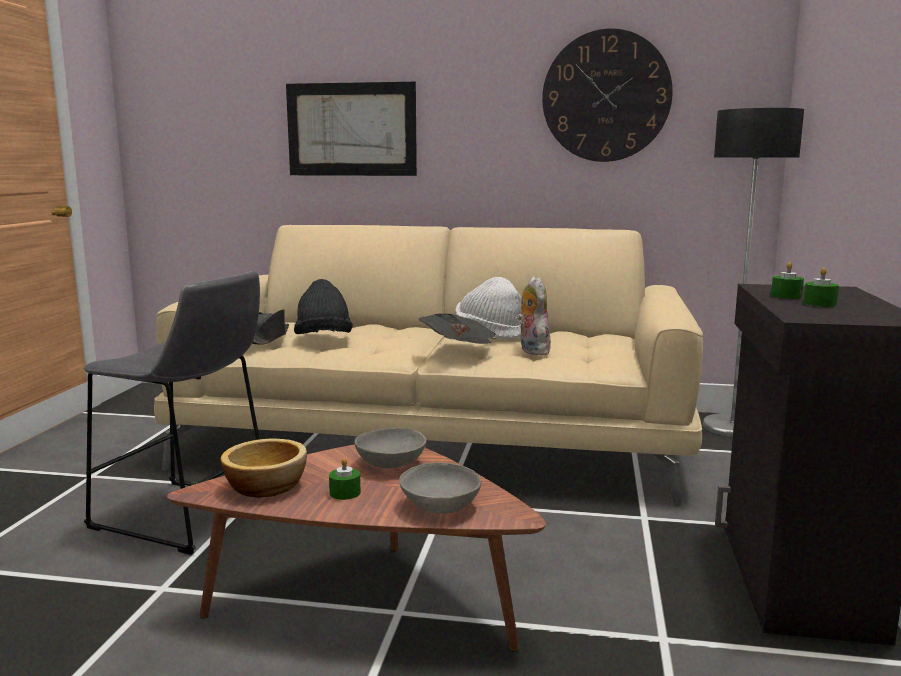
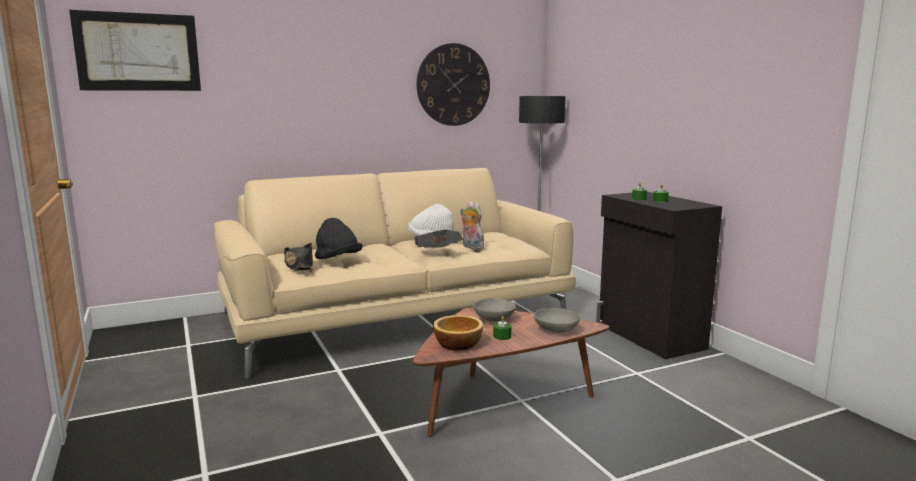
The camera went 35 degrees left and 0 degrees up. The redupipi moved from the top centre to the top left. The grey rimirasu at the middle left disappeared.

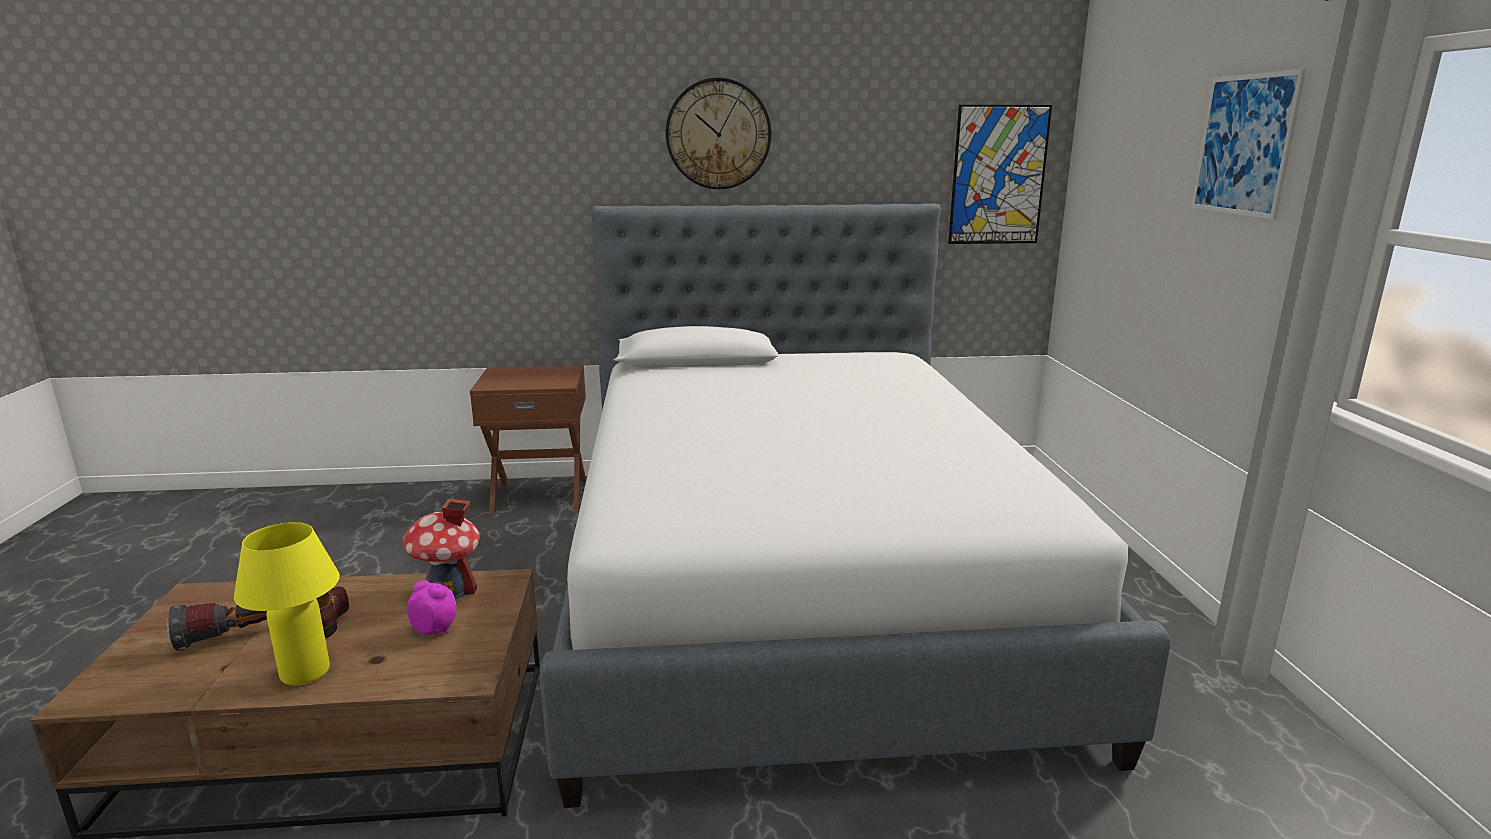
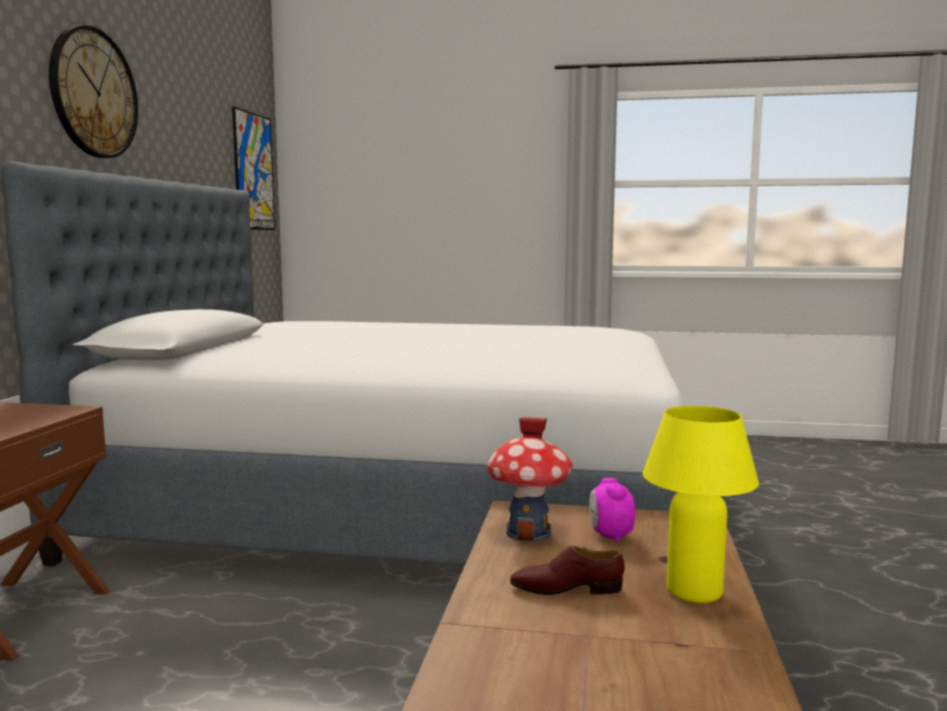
The camera went 75 degrees left and 10 degrees down. The redupipi (no. 2 from left) at the top right disappeared. The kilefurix at the bottom left turned 45 degrees counterclockwise. The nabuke at the bottom left disappeared.

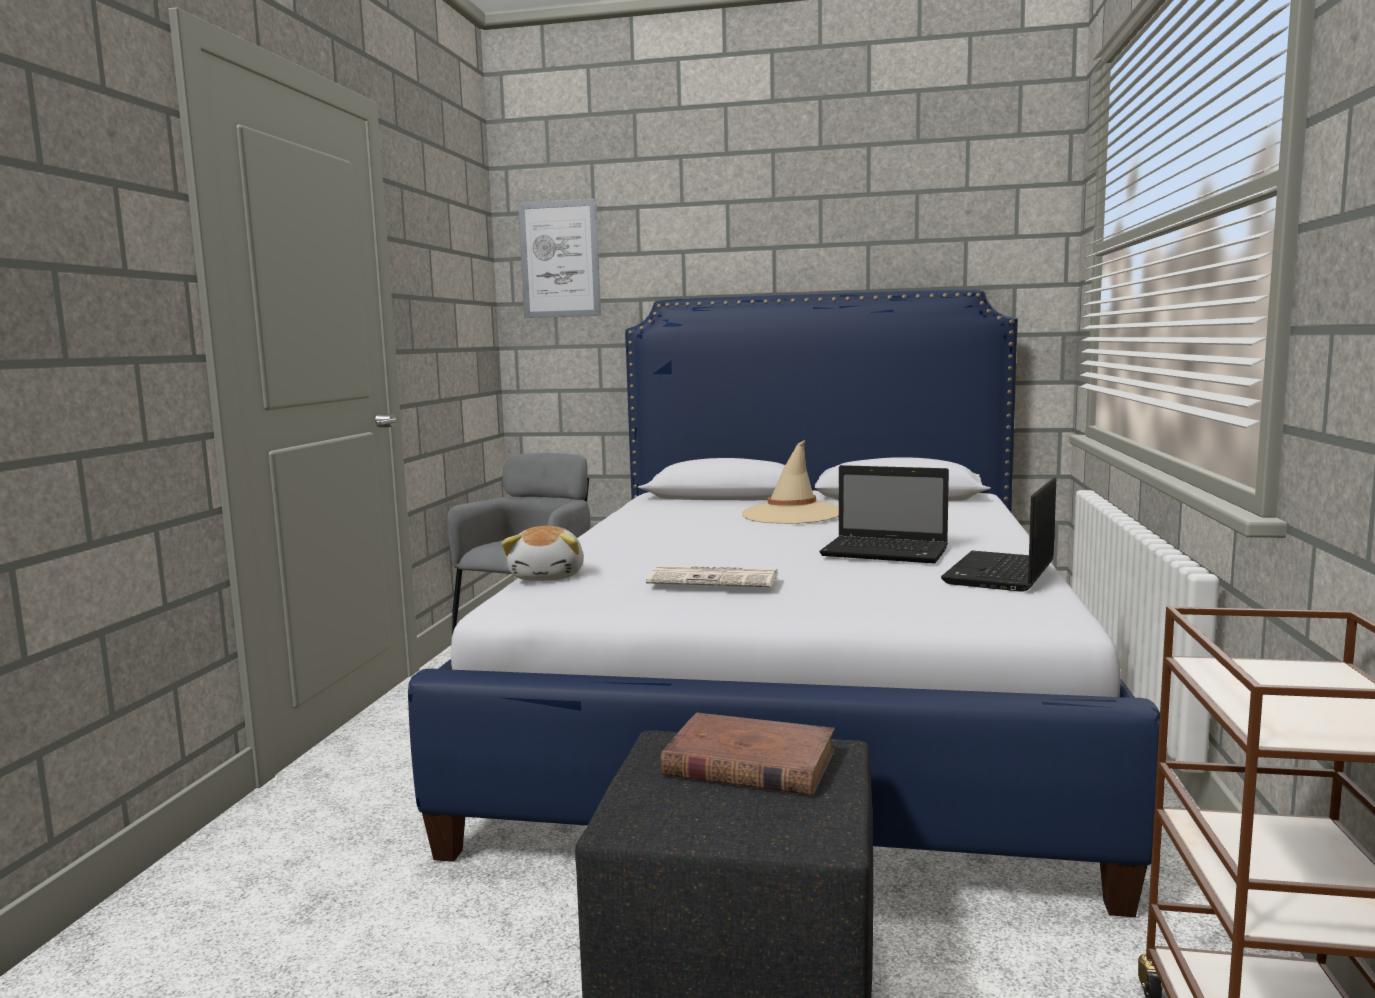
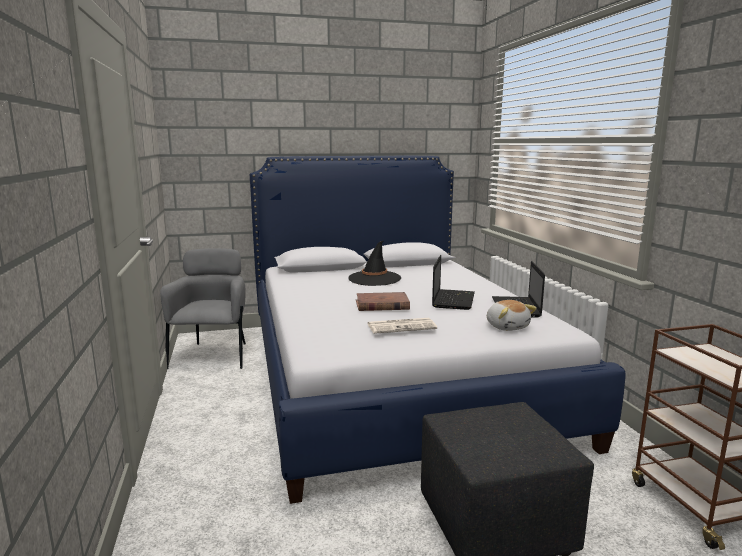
The camera went 25 degrees left and 5 degrees up. The redupipi at the top centre disappeared. The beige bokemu at the centre became the black bokemu at the centre. The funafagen (no. 1 from left) at the centre turned 75 degrees counterclockwise. The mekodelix moved from the centre to the middle right. The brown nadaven moved from the bottom centre to the centre.

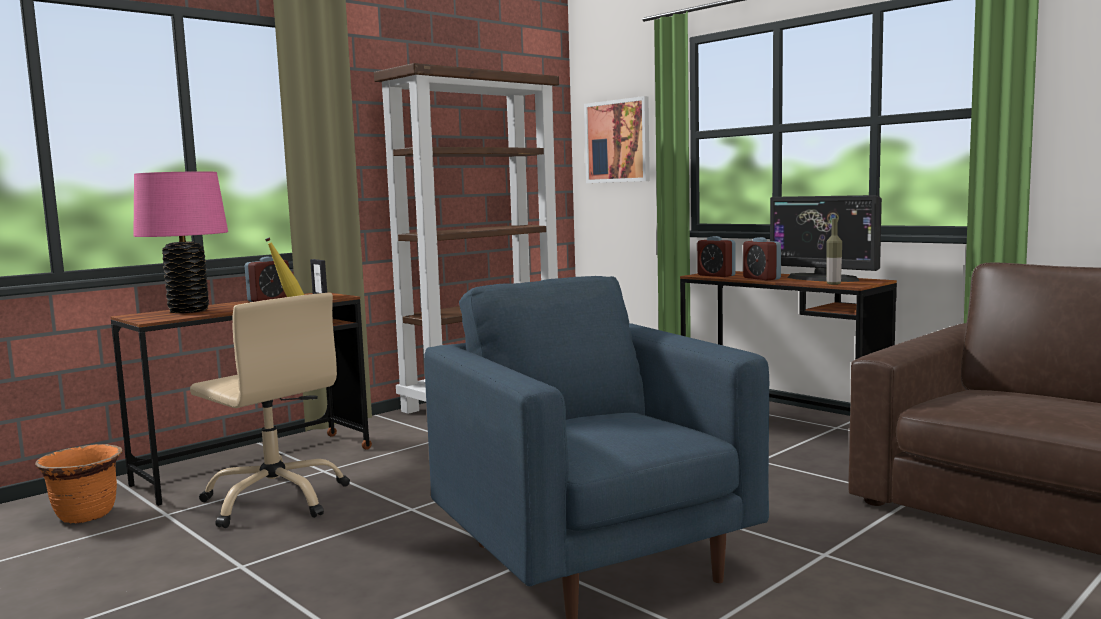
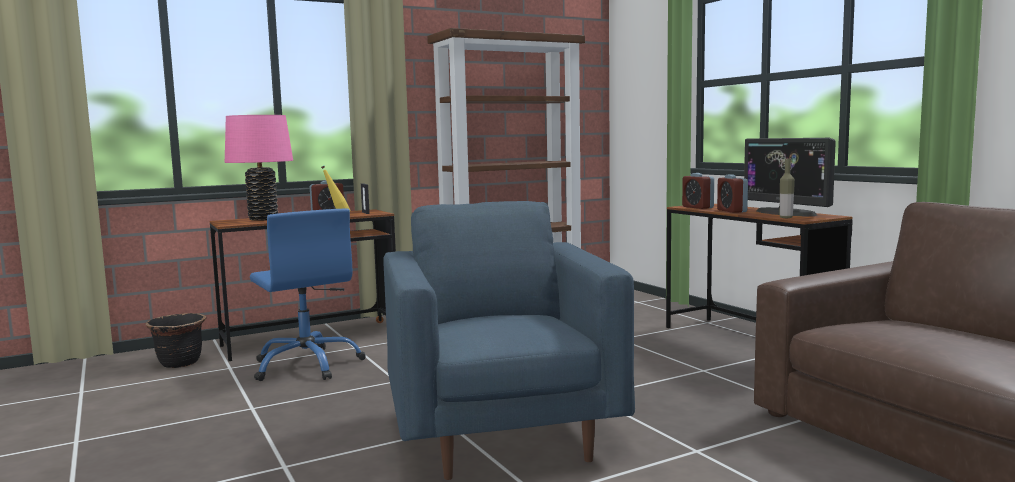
The camera went 15 degrees right and 0 degrees up. The redupipi at the top centre disappeared. The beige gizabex at the middle left became the blue gizabex at the middle left. The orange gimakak at the bottom left became the black gimakak at the bottom left.

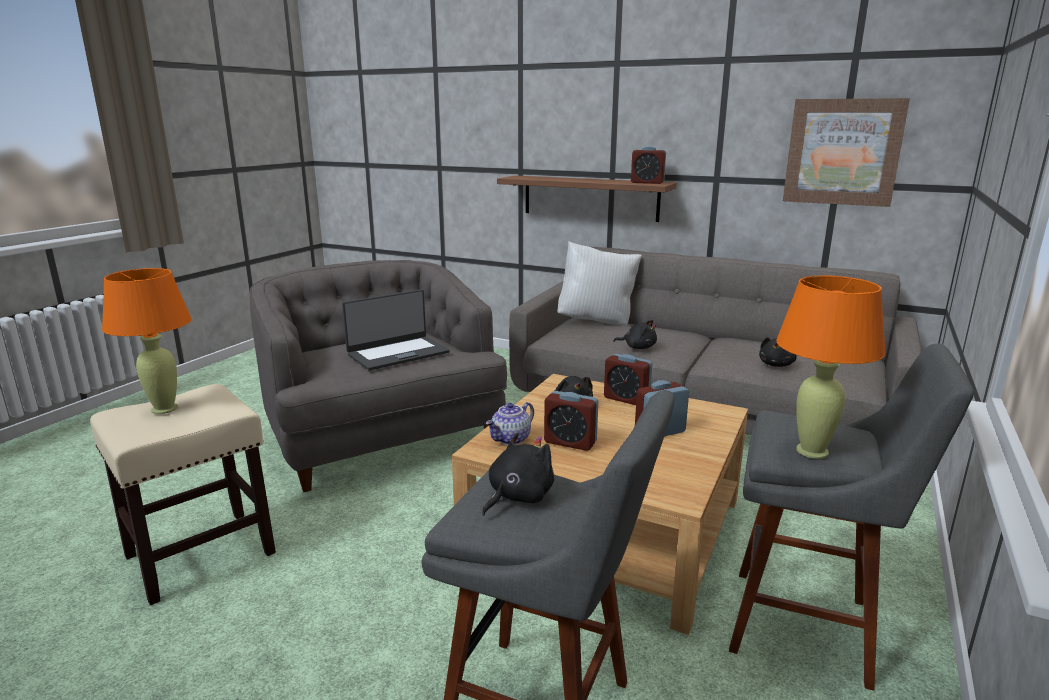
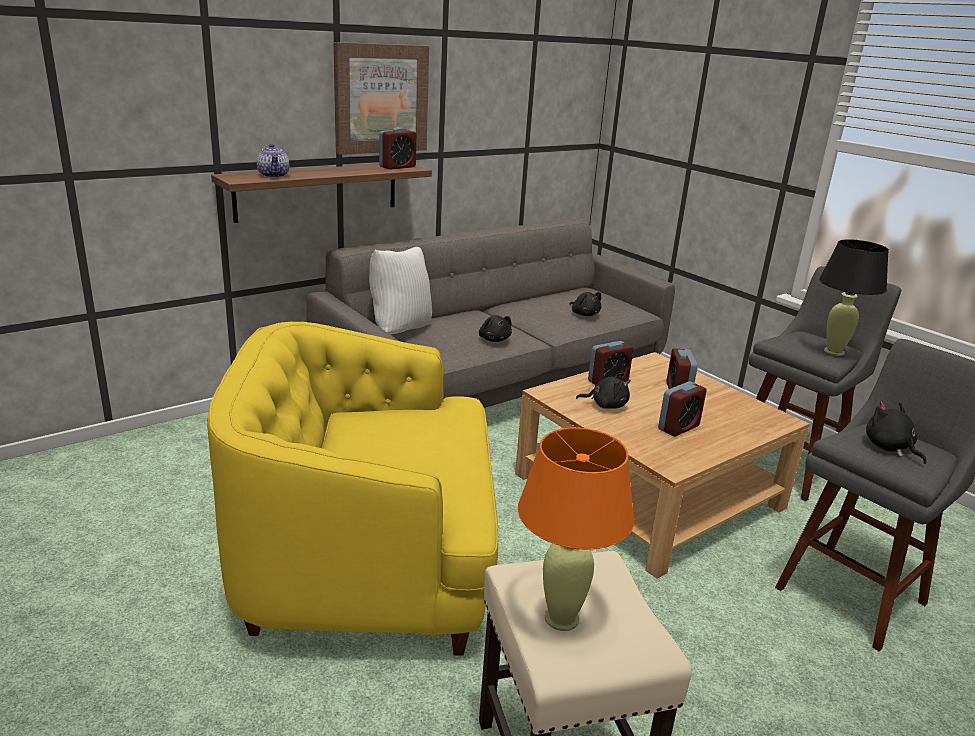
The camera went 65 degrees left and 5 degrees up. The redupipi moved from the top right to the top centre. The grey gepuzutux at the centre became the yellow gepuzutux at the centre. The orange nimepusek (no. 2 from left) at the middle right became the black nimepusek at the middle right. The funafagen at the centre disappeared. The black mekodelix (no. 3 from left in the first image) at the centre turned 105 degrees clockwise. The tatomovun moved from the centre to the top left.

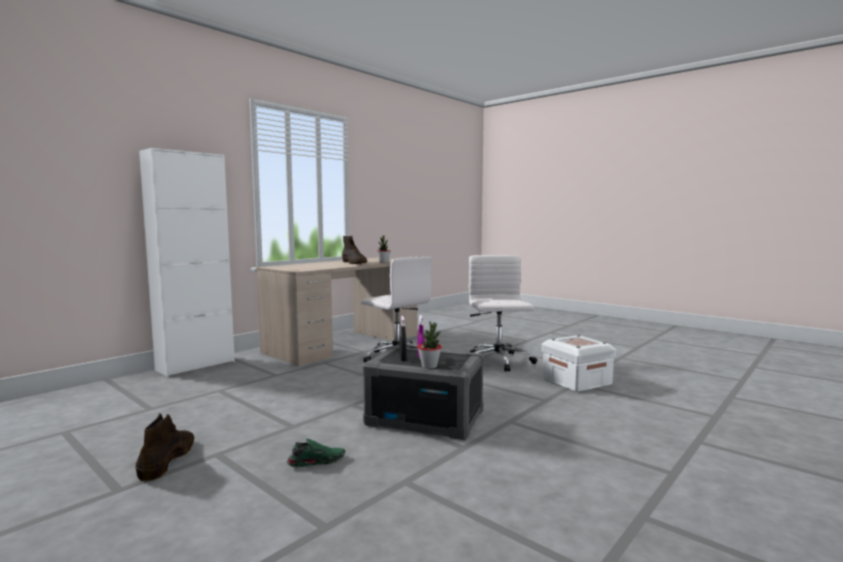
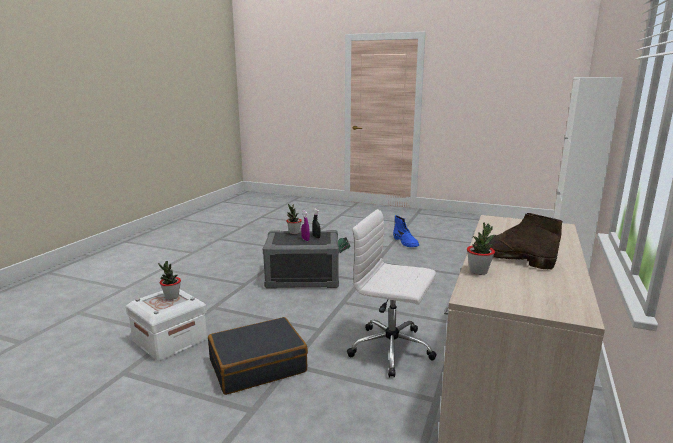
The camera went 160 degrees right and 10 degrees up. The white gizabex (no. 2 from left) at the centre was replaced by the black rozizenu at the bottom centre. The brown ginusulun (no. 1 from left) at the bottom left became the blue ginusulun at the centre. The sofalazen (no. 1 from left) at the middle left appeared.

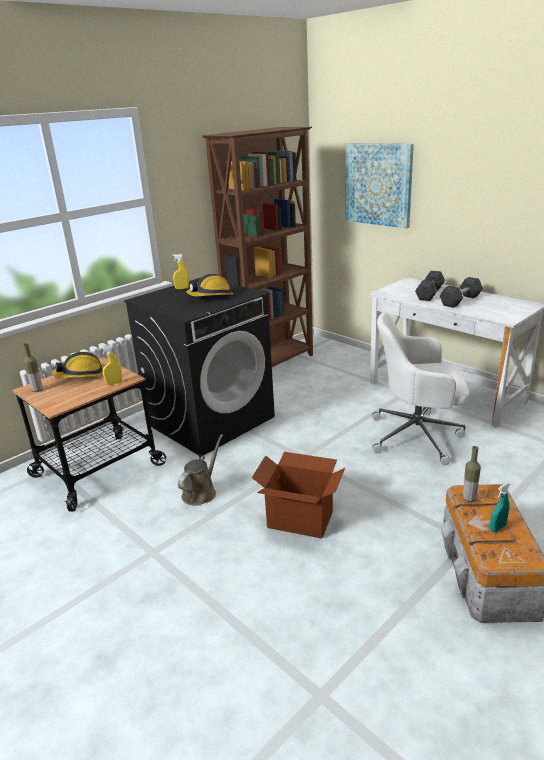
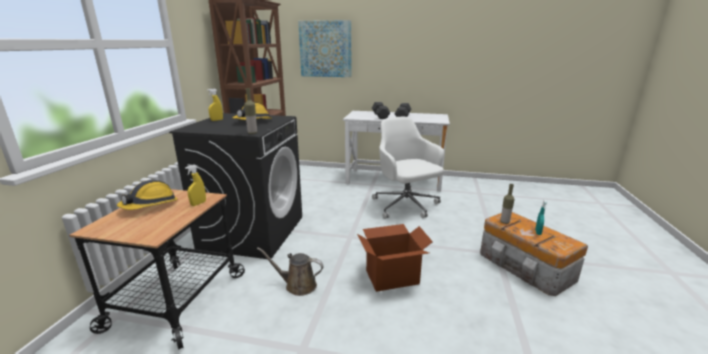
The camera went 35 degrees left and 5 degrees down. The white gizabex at the middle right turned 90 degrees clockwise. The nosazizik (no. 1 from left) moved from the middle left to the top centre. The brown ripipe at the centre turned 75 degrees counterclockwise.

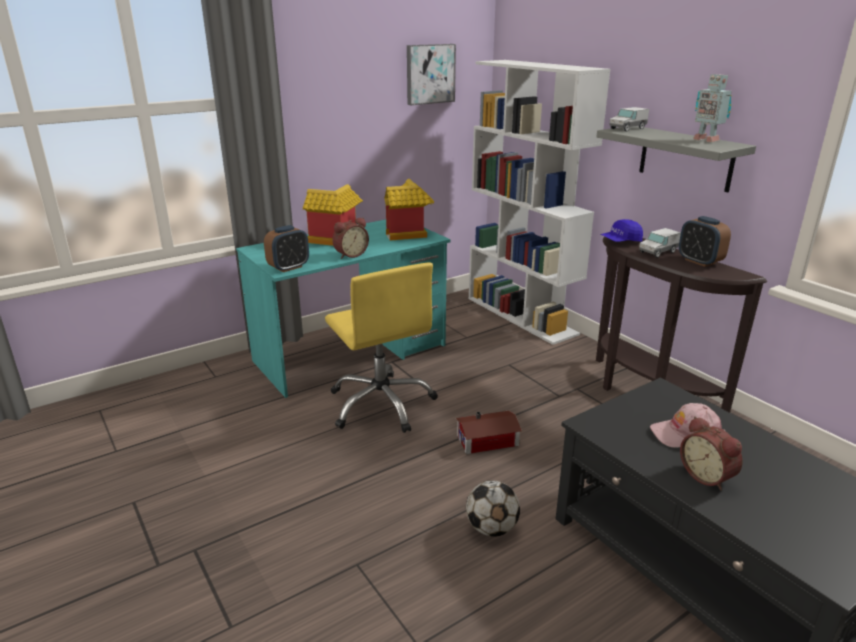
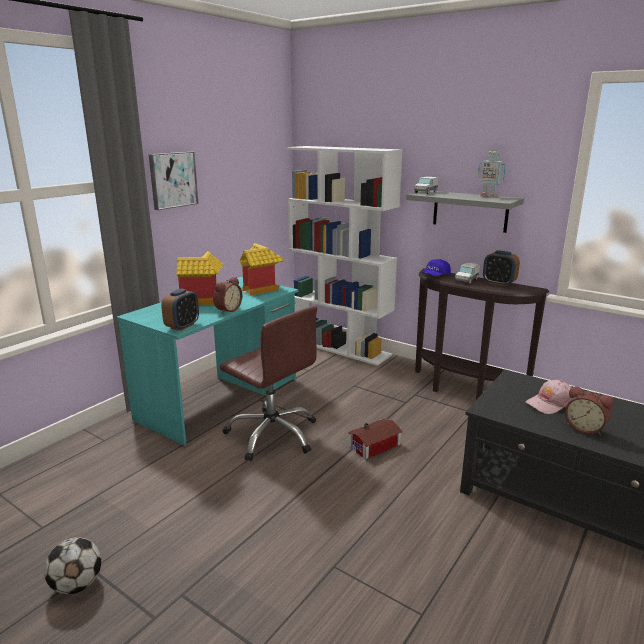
The camera went 20 degrees left and 5 degrees down. The redupipi moved from the top centre to the top left. The yellow gizabex at the centre became the brown gizabex at the centre. The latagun moved from the bottom centre to the bottom left.

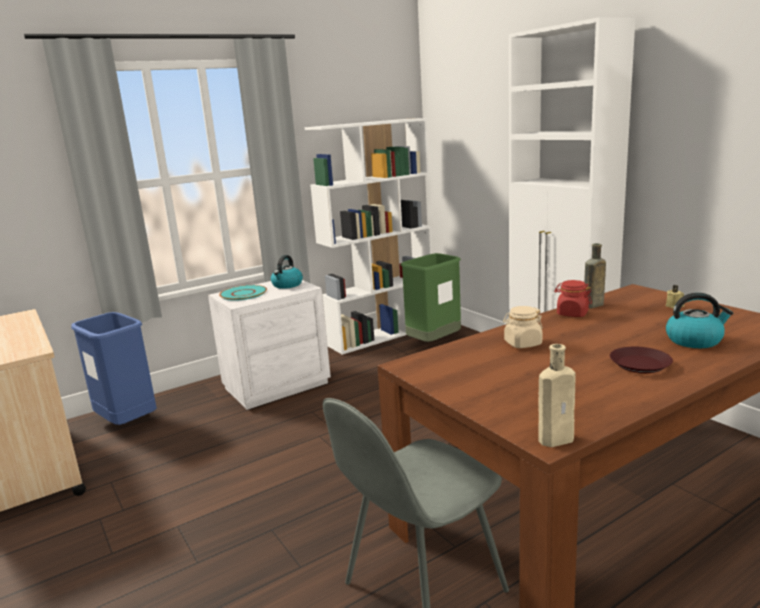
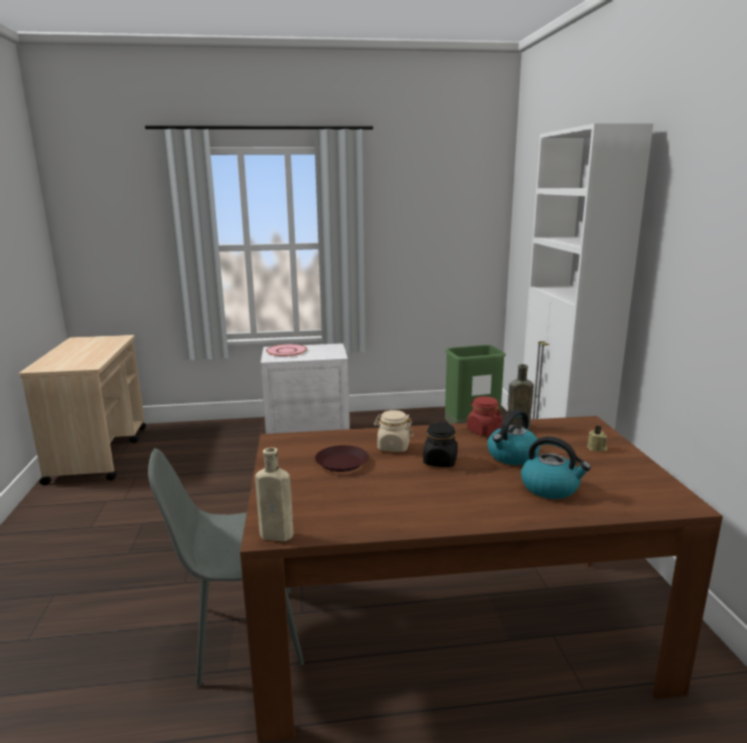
The camera went 25 degrees right and 0 degrees up. The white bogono at the centre disappeared. The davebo (no. 1 from left) moved from the centre to the middle right. The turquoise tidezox at the middle left became the pink tidezox at the centre. The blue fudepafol at the middle left disappeared. The brown tidezox moved from the middle right to the centre. The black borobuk at the centre appeared.

